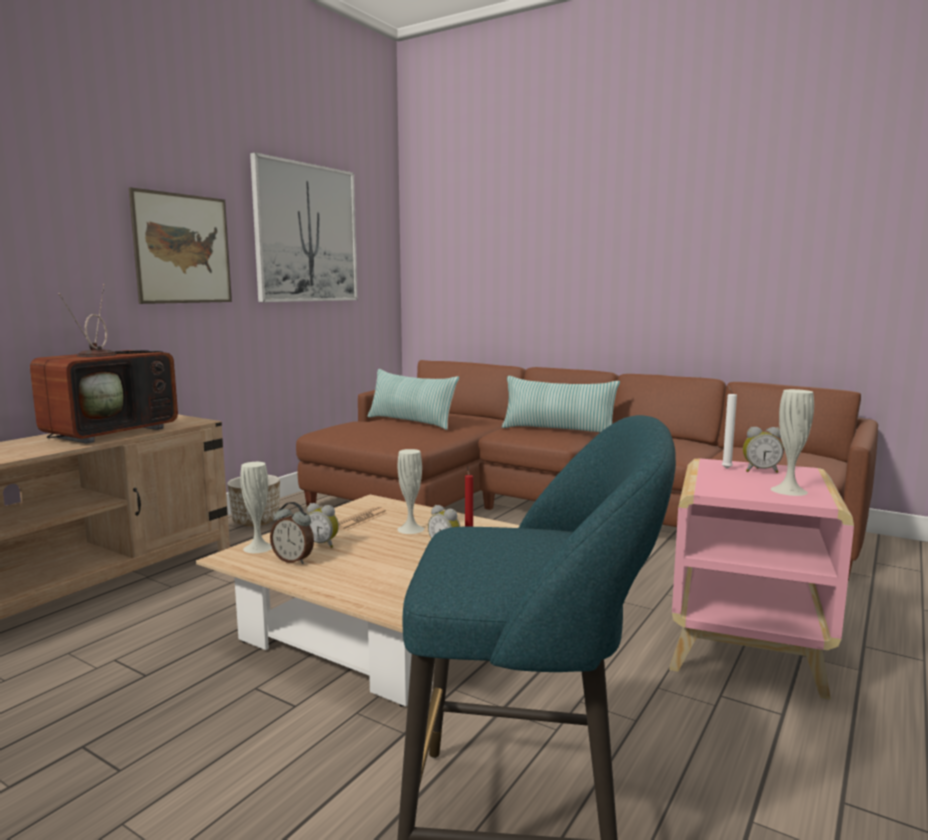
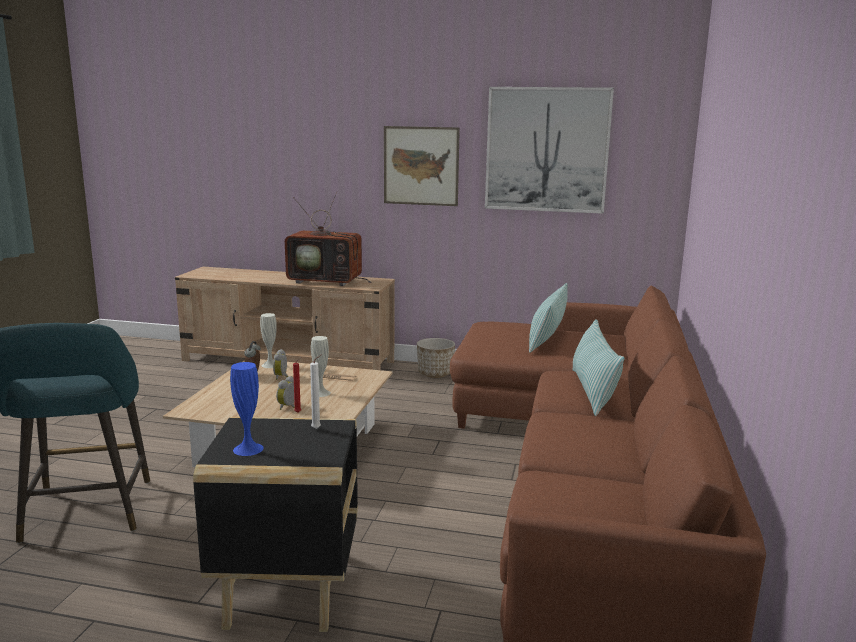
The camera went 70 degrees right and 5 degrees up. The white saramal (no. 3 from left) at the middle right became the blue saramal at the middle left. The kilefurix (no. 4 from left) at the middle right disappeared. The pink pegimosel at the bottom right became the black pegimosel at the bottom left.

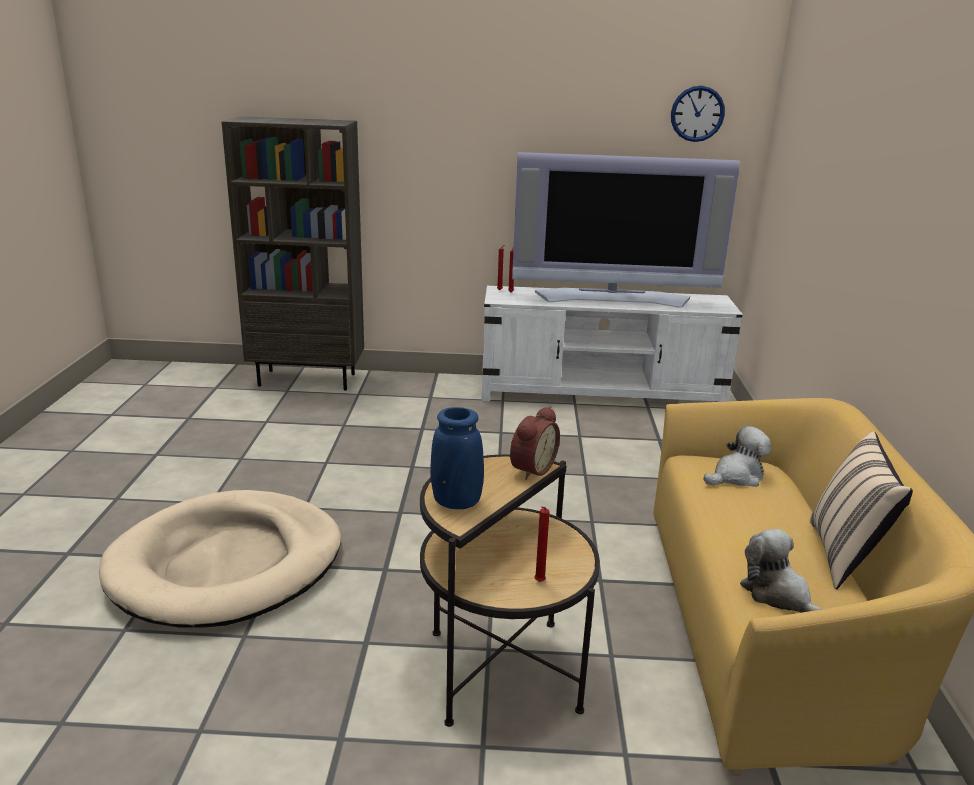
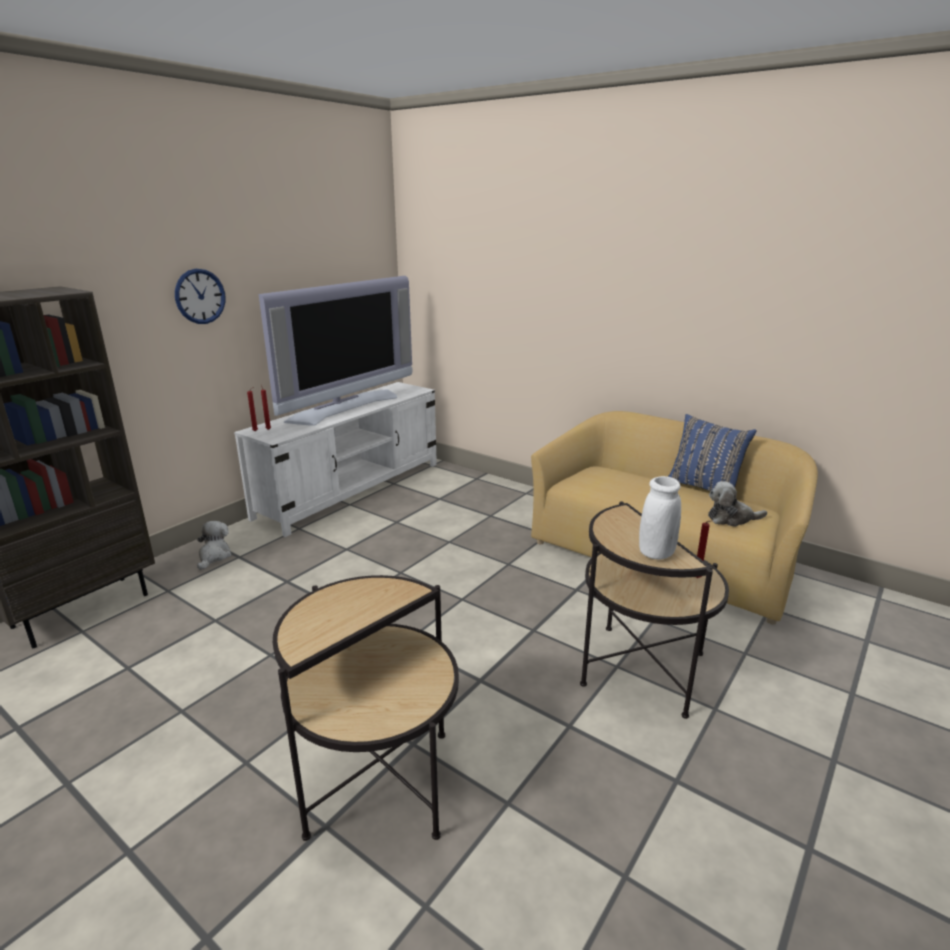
The camera went 55 degrees left and 0 degrees up. The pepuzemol moved from the top right to the top left. The kilefurix at the centre disappeared. The blue saramal at the centre became the white saramal at the middle right. The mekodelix (no. 1 from left) moved from the middle right to the middle left. The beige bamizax at the middle right became the blue bamizax at the middle right. The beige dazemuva at the bottom left was replaced by the pegimosel (no. 1 from left) at the bottom centre.

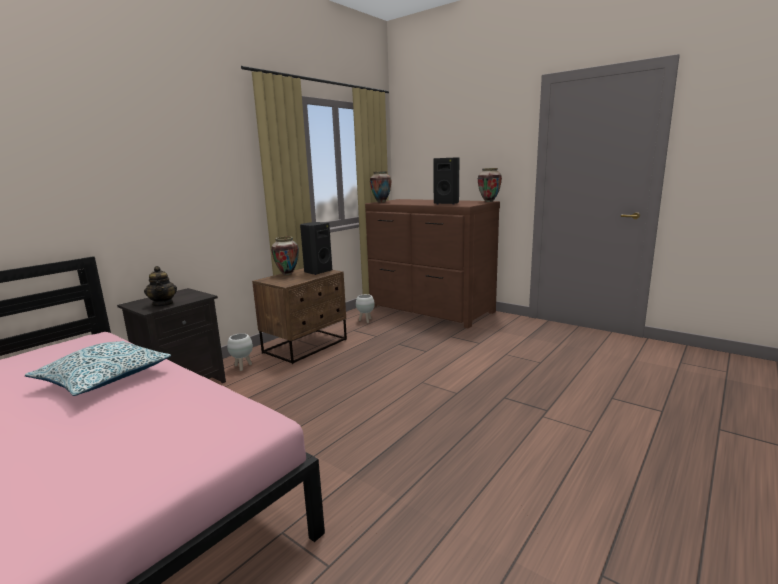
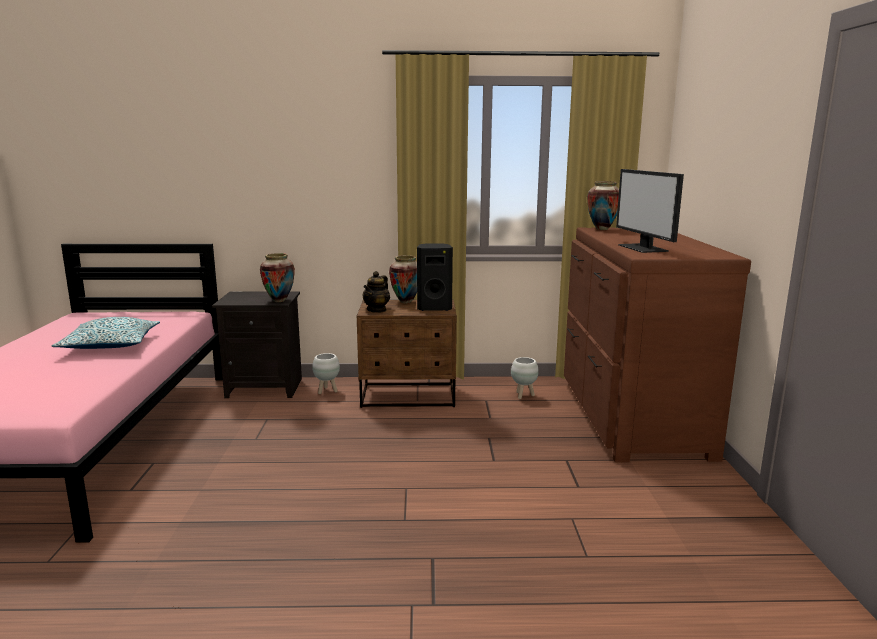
The camera went 50 degrees right and 0 degrees up. The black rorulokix (no. 2 from left) at the top centre was replaced by the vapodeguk at the top right. The saramal (no. 3 from left in the first image) moved from the top centre to the middle left. The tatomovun moved from the middle left to the centre.

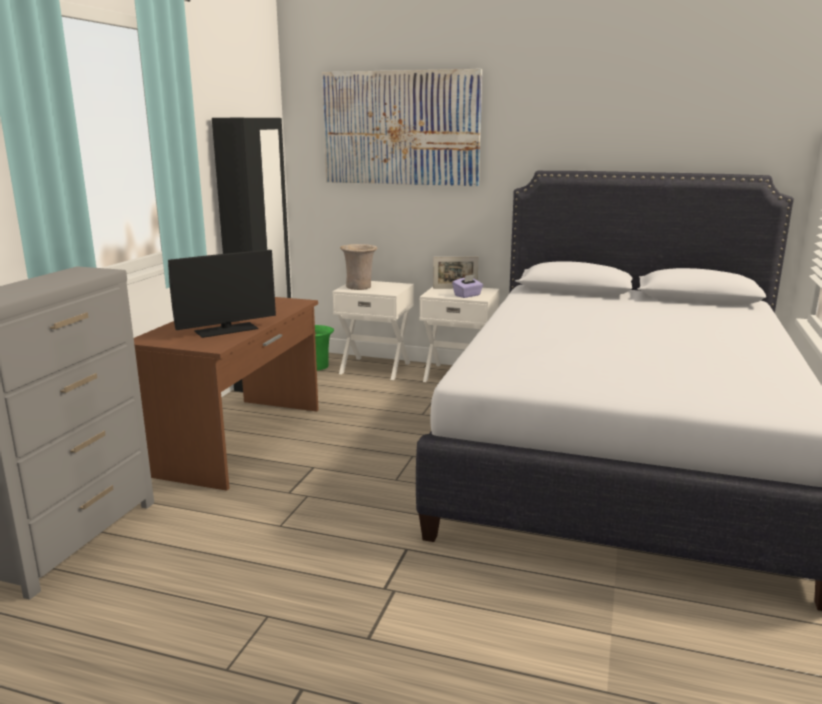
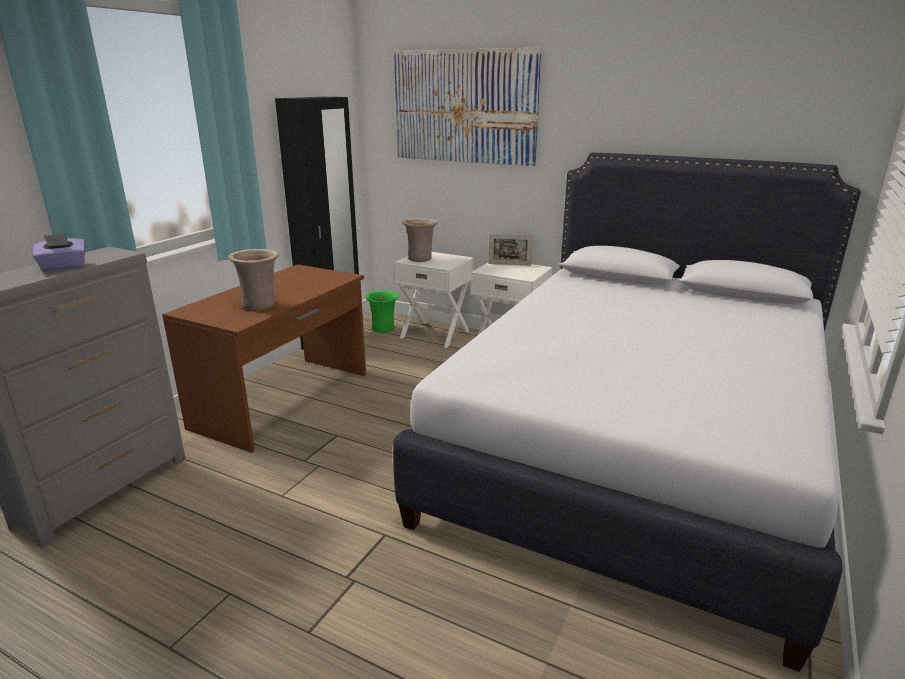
The camera went 10 degrees right and 5 degrees up. The vapodeguk at the middle left was replaced by the beige saramal (no. 1 from left) at the middle left. The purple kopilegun moved from the centre to the middle left.

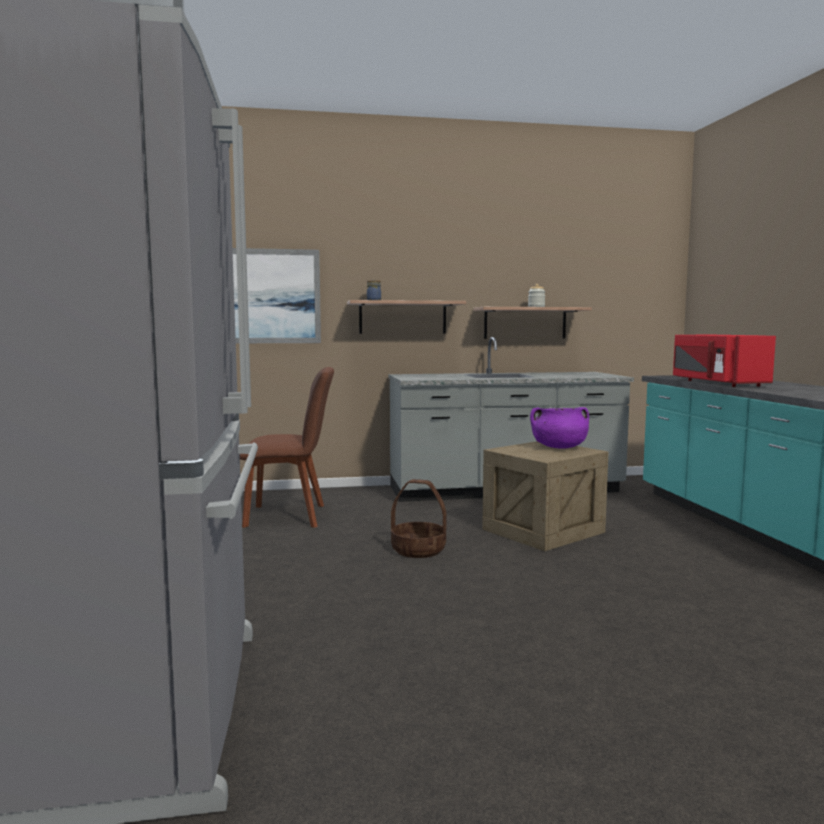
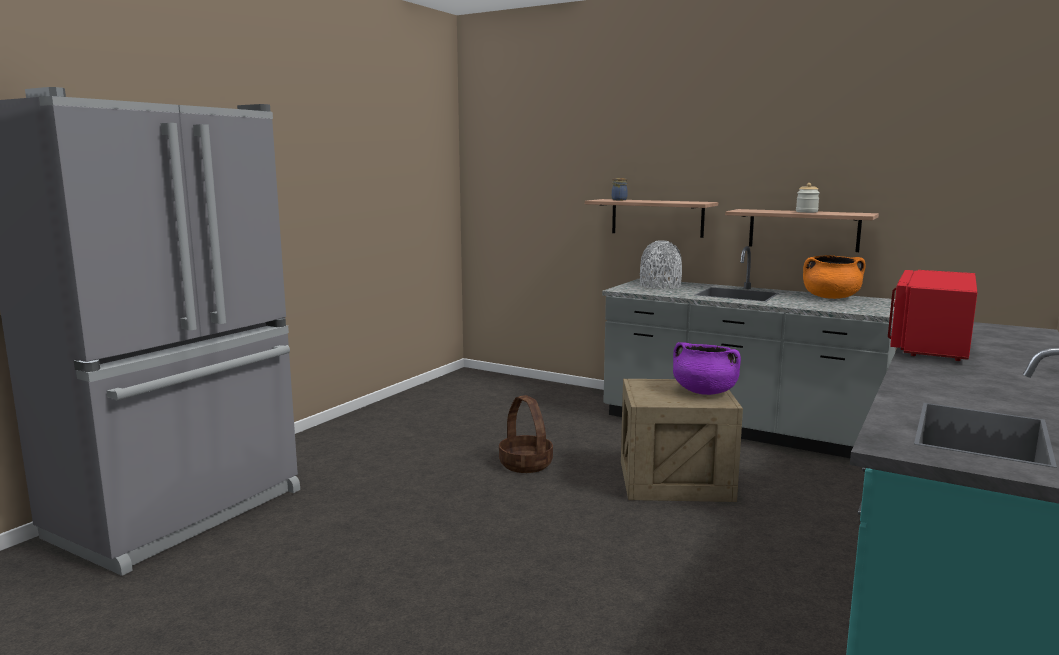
The camera went 40 degrees right and 5 degrees up. The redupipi at the centre disappeared. The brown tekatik at the centre disappeared. The grey saramal at the centre appeared. The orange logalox at the middle right appeared.

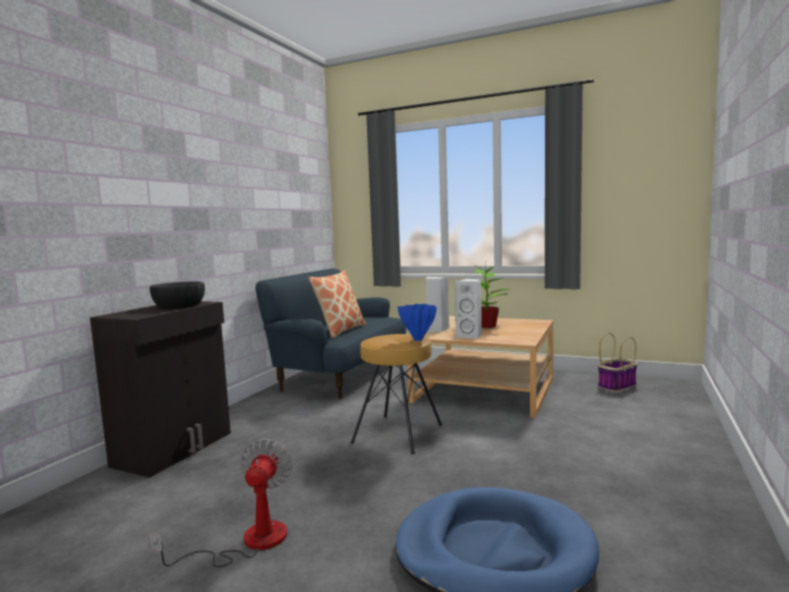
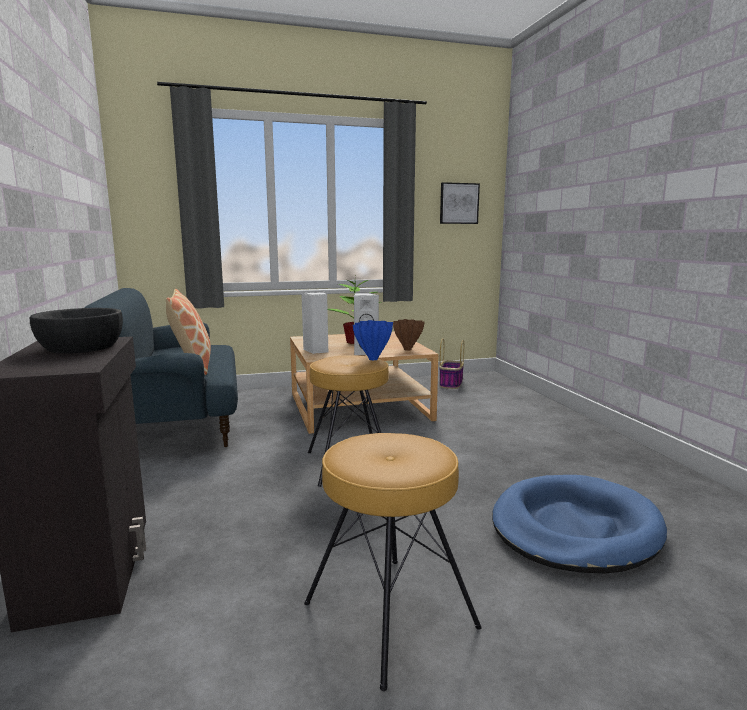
The camera went 40 degrees left and 5 degrees up. The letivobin at the bottom left was replaced by the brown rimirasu (no. 2 from left) at the bottom centre. The redupipi at the top centre appeared. The brown saramal at the centre appeared.

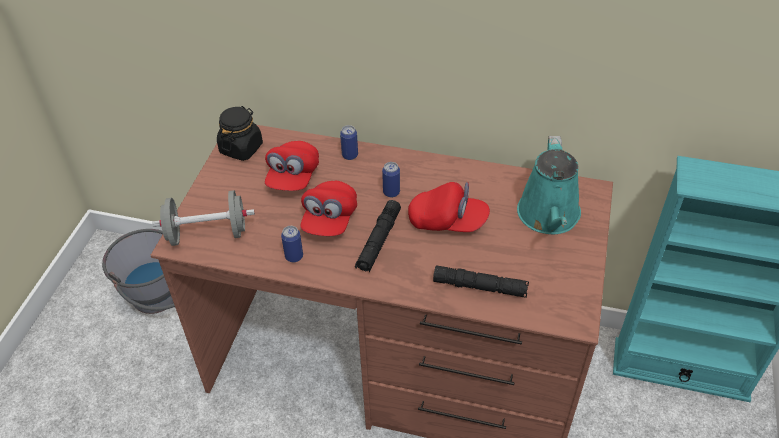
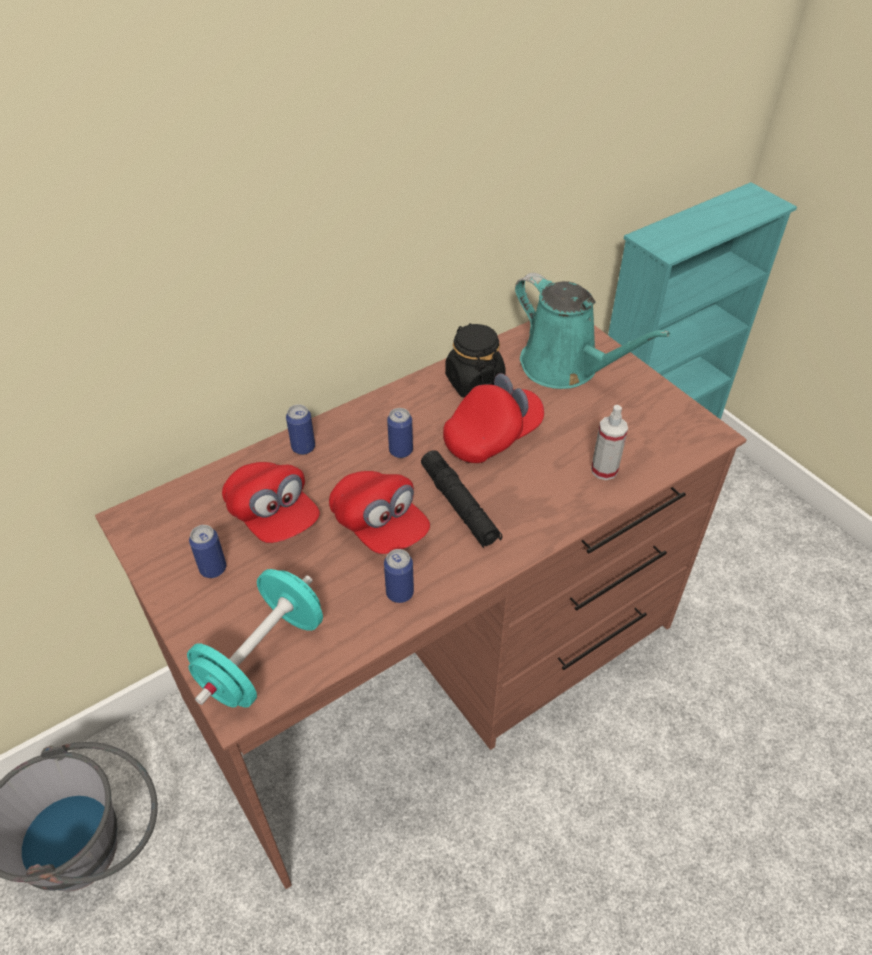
The camera went 50 degrees left and 0 degrees up. The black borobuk moved from the top left to the centre. The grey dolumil at the middle left became the turquoise dolumil at the bottom left. The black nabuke (no. 2 from left) at the centre was replaced by the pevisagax at the middle right. The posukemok (no. 1 from left) at the middle left appeared.

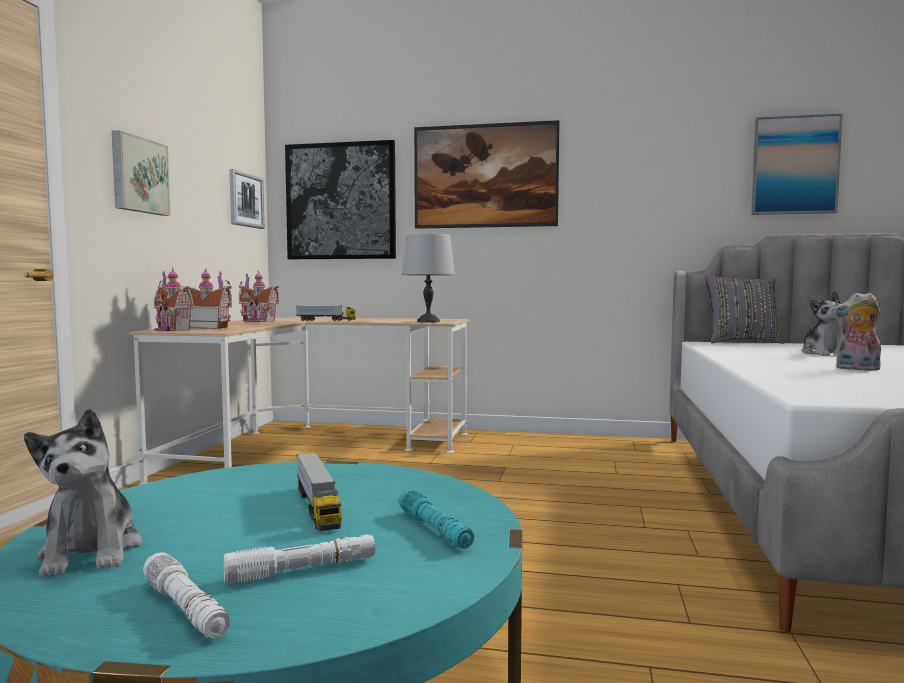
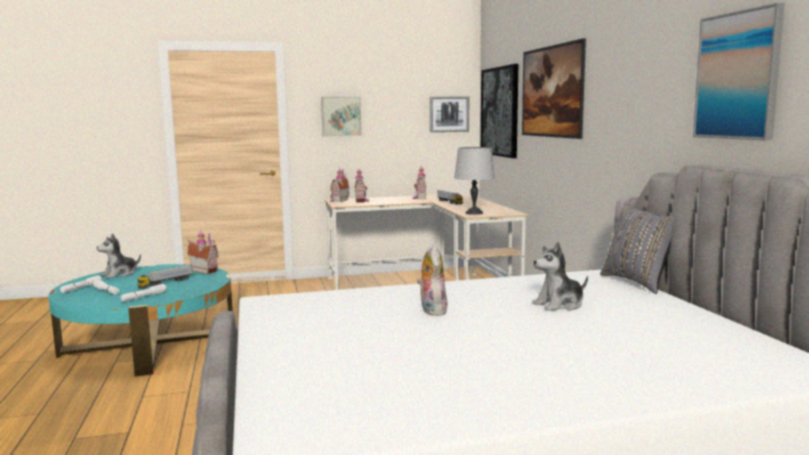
The camera went 65 degrees right and 5 degrees up. The turquoise nabuke at the bottom centre became the white nabuke (no. 3 from left) at the middle left. The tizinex (no. 1 from left) at the middle left appeared.

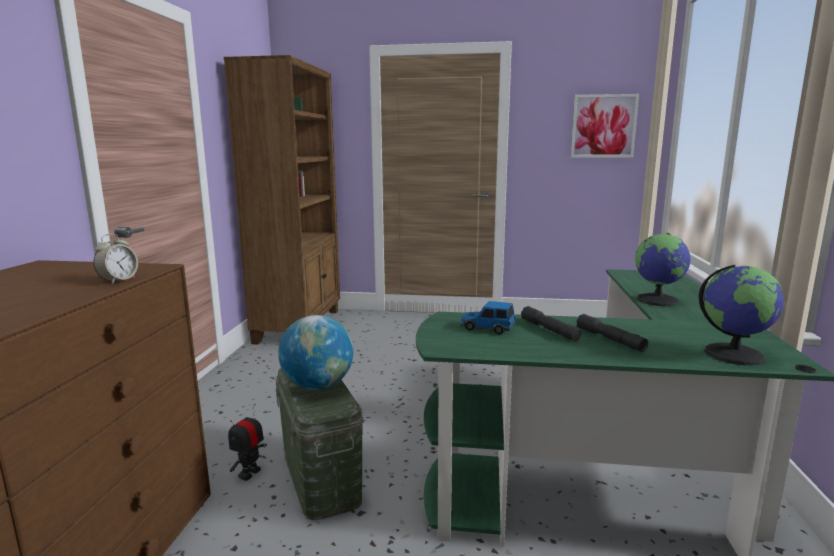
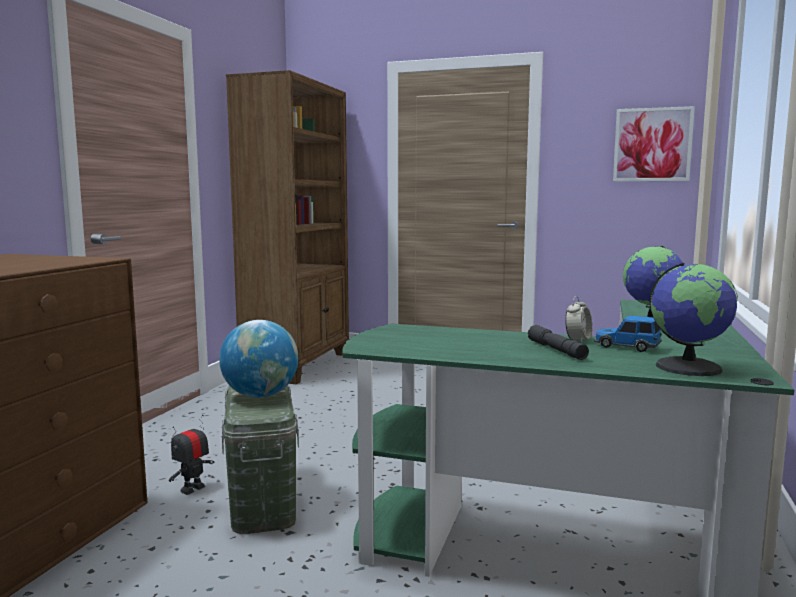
The camera went 10 degrees right and 5 degrees down. The kilefurix moved from the middle left to the middle right. The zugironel moved from the centre to the middle right. The grey nabuke (no. 1 from left) at the centre disappeared.

